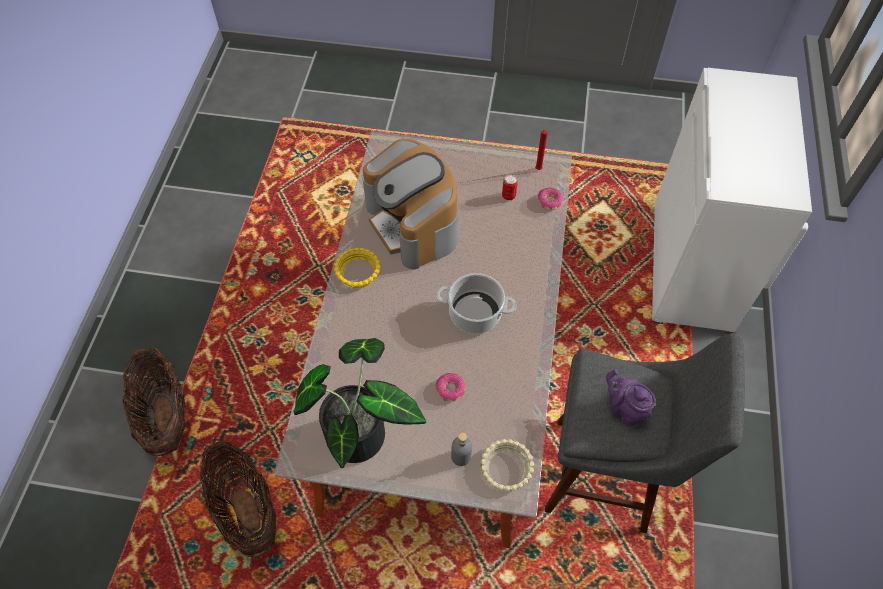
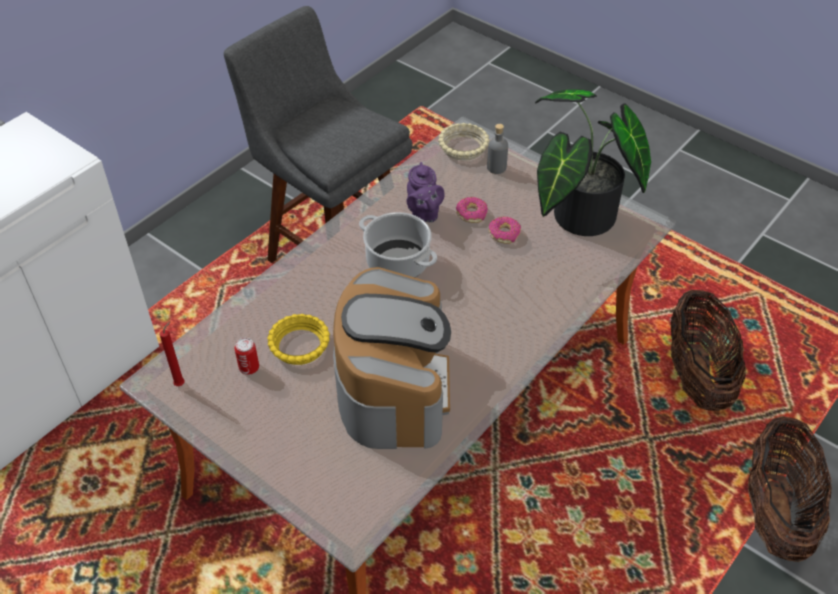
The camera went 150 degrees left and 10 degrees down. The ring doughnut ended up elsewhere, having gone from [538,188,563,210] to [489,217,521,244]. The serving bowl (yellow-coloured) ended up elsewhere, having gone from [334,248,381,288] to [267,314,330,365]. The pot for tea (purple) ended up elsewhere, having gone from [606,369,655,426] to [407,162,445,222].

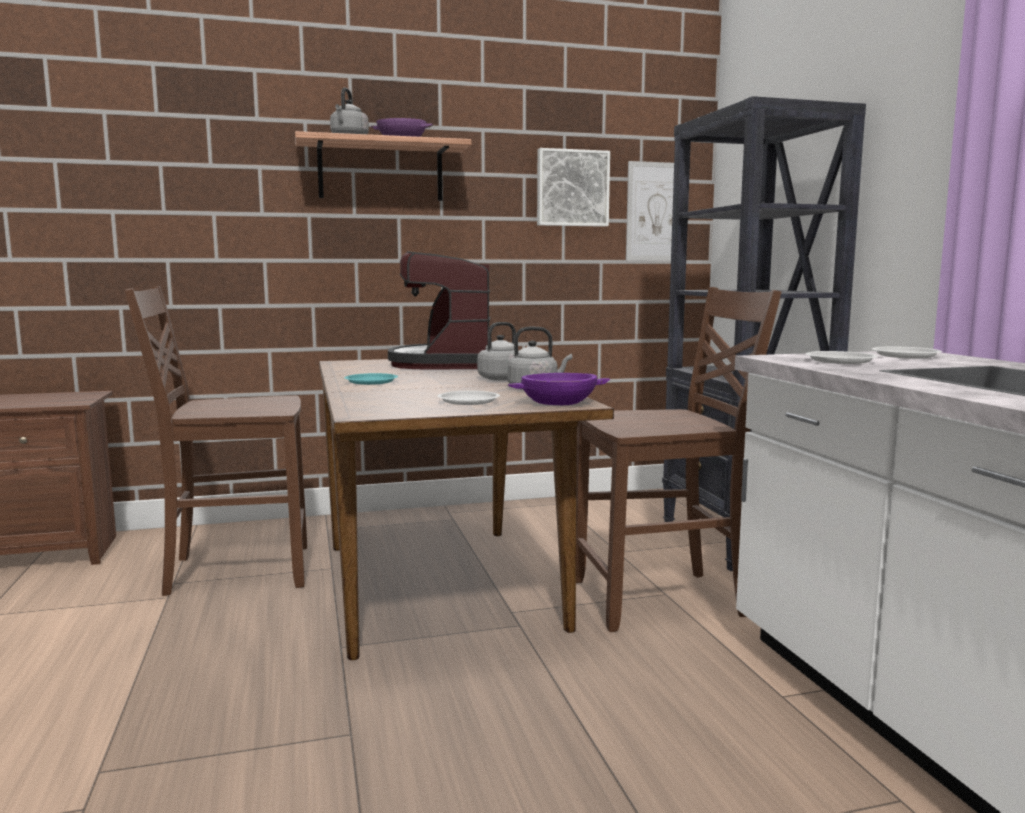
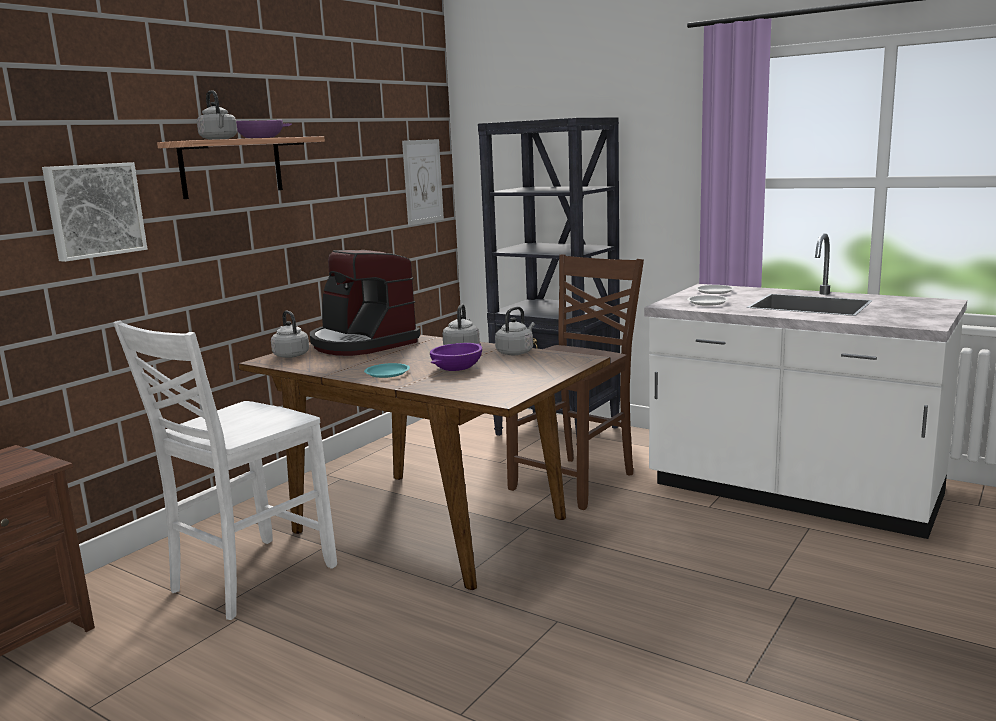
The camera went 40 degrees left and 5 degrees up. The wall art ended up elsewhere, having gone from [537,148,610,227] to [42,162,147,262]. What was the chair (brown-coloured) at [125,286,307,596] turned into the chair (white-coloured) at [113,320,337,620]. The serving bowl (purple) ended up elsewhere, having gone from [508,373,610,405] to [430,343,482,371]. The second view lost the dinner plate (white-coloured) at [438,391,500,405]. The second view gained the tea kettle (grey) at [271,311,309,358].

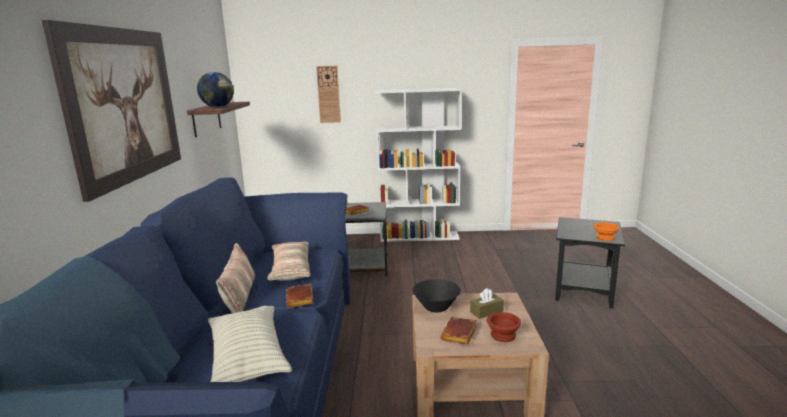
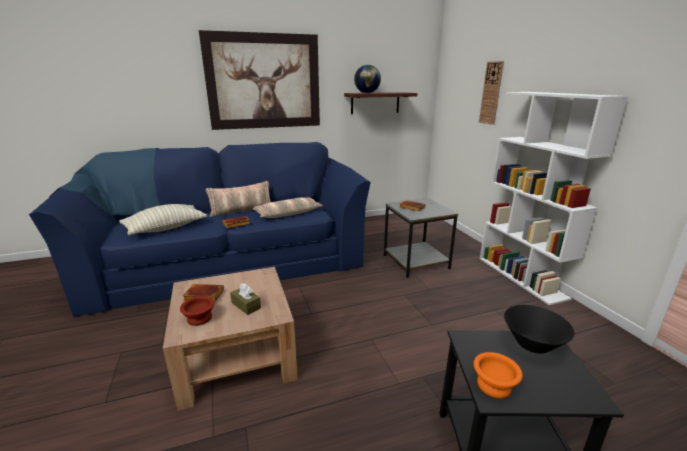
The camera went 70 degrees right and 5 degrees up. The serving bowl (blackish) ended up elsewhere, having gone from [412,279,461,313] to [504,305,575,354].

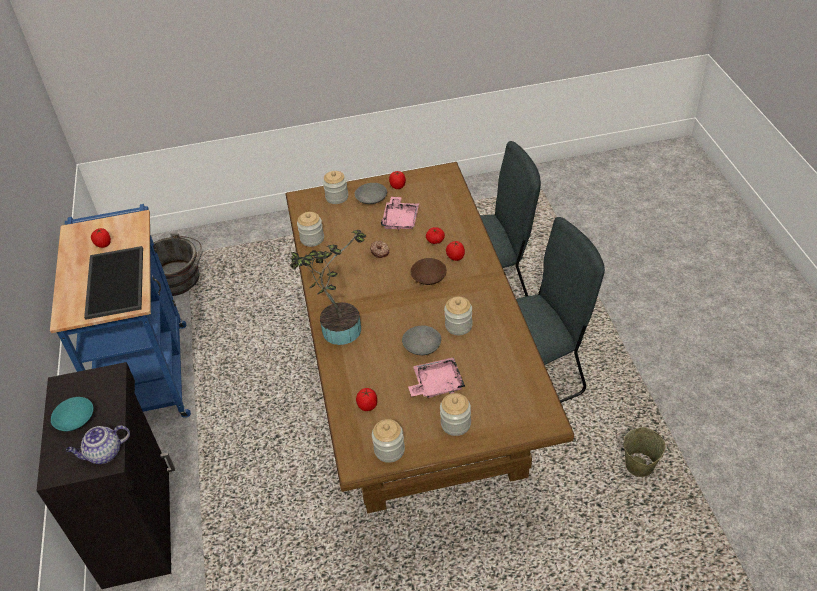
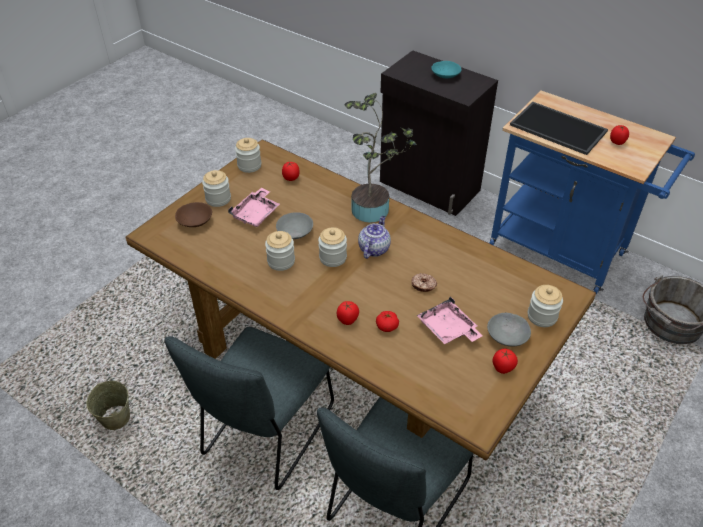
The camera went 135 degrees right and 0 degrees up. The jar ended up elsewhere, having gone from [297,212,324,247] to [318,227,347,267]. The serving bowl (brown-coloured) ended up elsewhere, having gone from [410,258,447,285] to [175,202,212,227]. The pot for tea ended up elsewhere, having gone from [66,425,130,464] to [358,216,391,259].

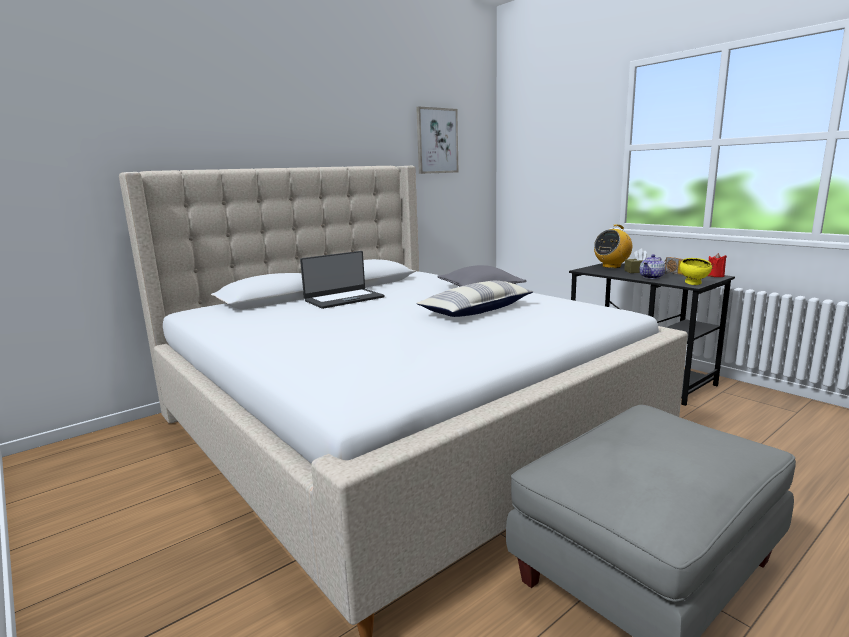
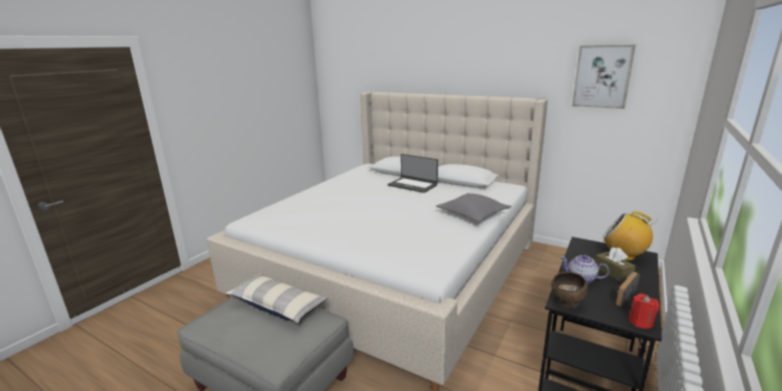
The camera went 70 degrees right and 5 degrees up. What was the serving bowl (yellow-coloured) at [680,258,712,285] turned into the serving bowl (brown-coloured) at [551,272,588,308]. The pillow ended up elsewhere, having gone from [416,281,533,317] to [225,273,328,323].

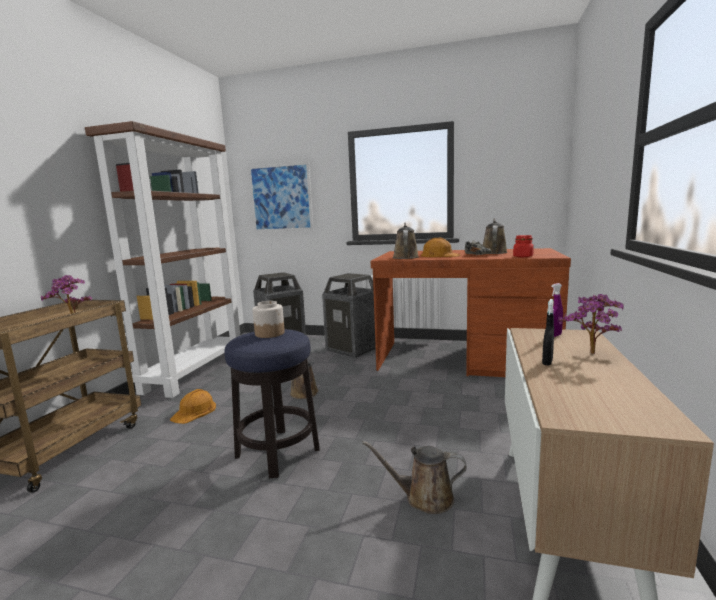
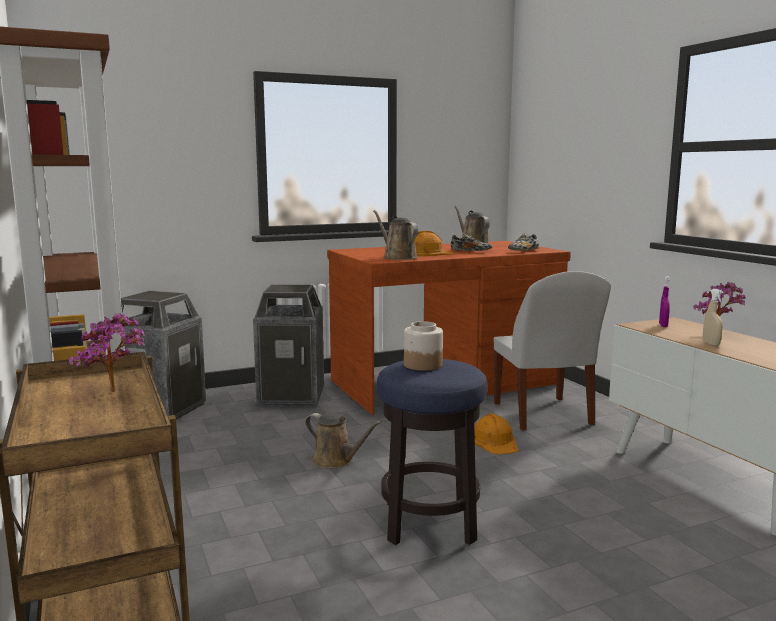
The camera went 40 degrees left and 0 degrees up. The second view lost the wall art at [248,162,313,232]. Where the jar (red) stood at [513,235,534,257], the low shoe came to stand at [508,233,539,252]. What was the sprayer (blackish) at [542,299,554,366] turned into the sprayer (sand-coloured) at [703,289,723,346]. The hard hat (orange-coloured) ended up elsewhere, having gone from [170,389,216,424] to [474,413,519,454]. The second view lost the sprinkling can (brown-coloured) at [362,441,467,514]. The second view gained the chair (white-coloured) at [494,271,611,431].

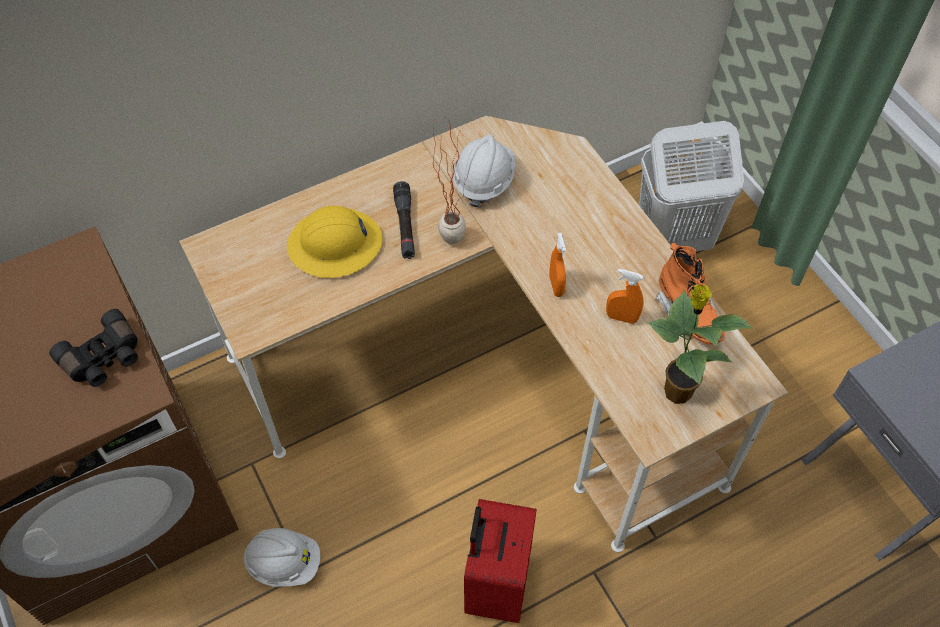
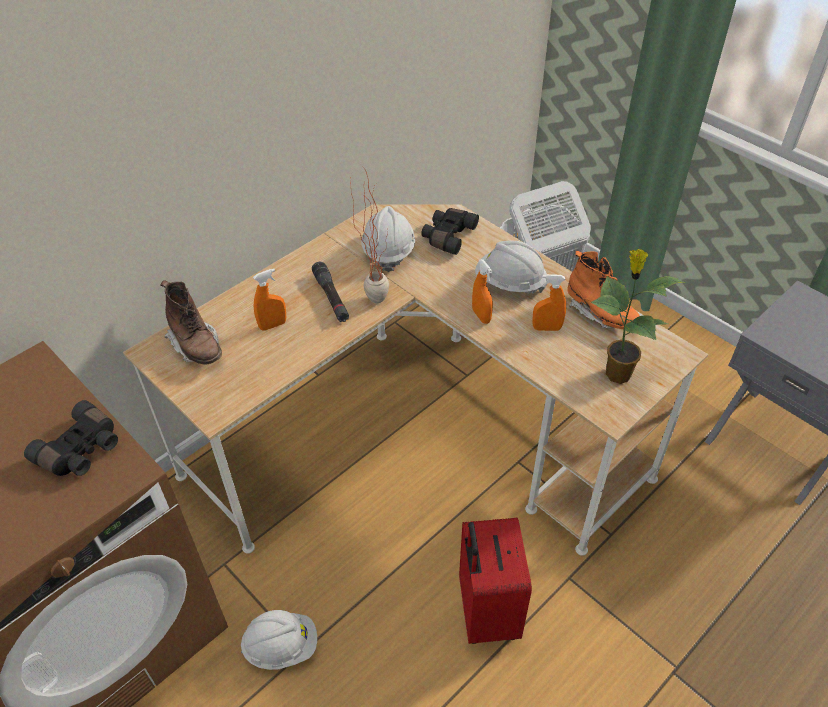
The camera went 15 degrees left and 10 degrees down. Where the hard hat (yellow-coloured) stood at [287,206,383,278], the sprayer (orange-coloured) came to stand at [253,269,286,331]. The second view gained the pair of binoculars (blackish) at [421,208,479,255]. The second view gained the hard hat (white-coloured) at [475,241,547,294]. The second view gained the boot (brown-coloured) at [161,280,222,365].

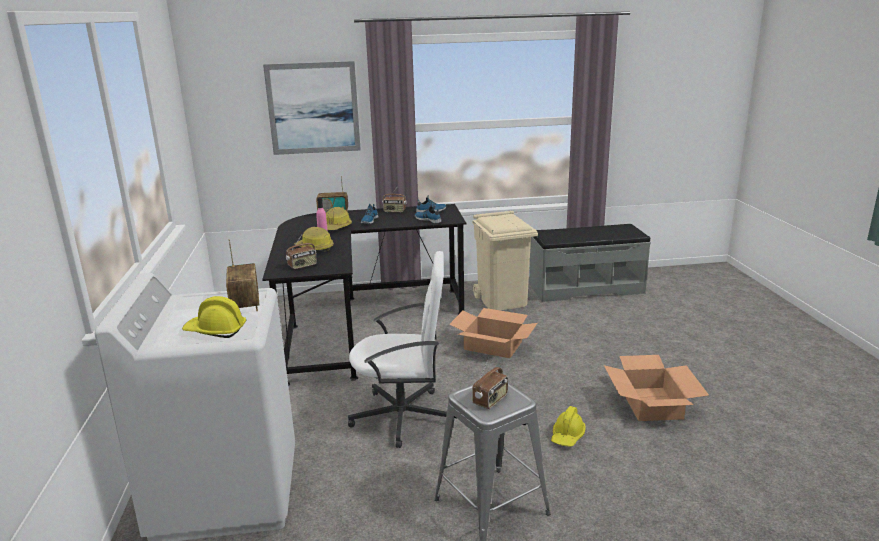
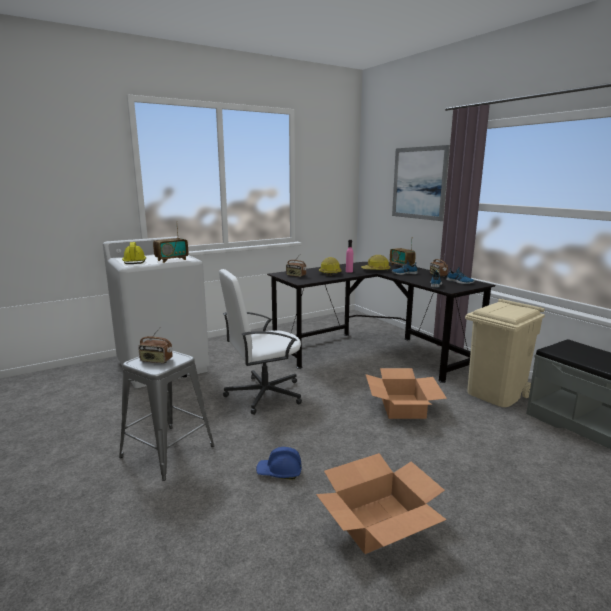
The camera went 65 degrees right and 5 degrees down. The office chair (white-coloured) at [348,251,447,448] ended up facing another way, 90 degrees clockwise from before. What was the hard hat (yellow-coloured) at [551,406,586,447] turned into the hard hat (bluish) at [256,447,302,480].

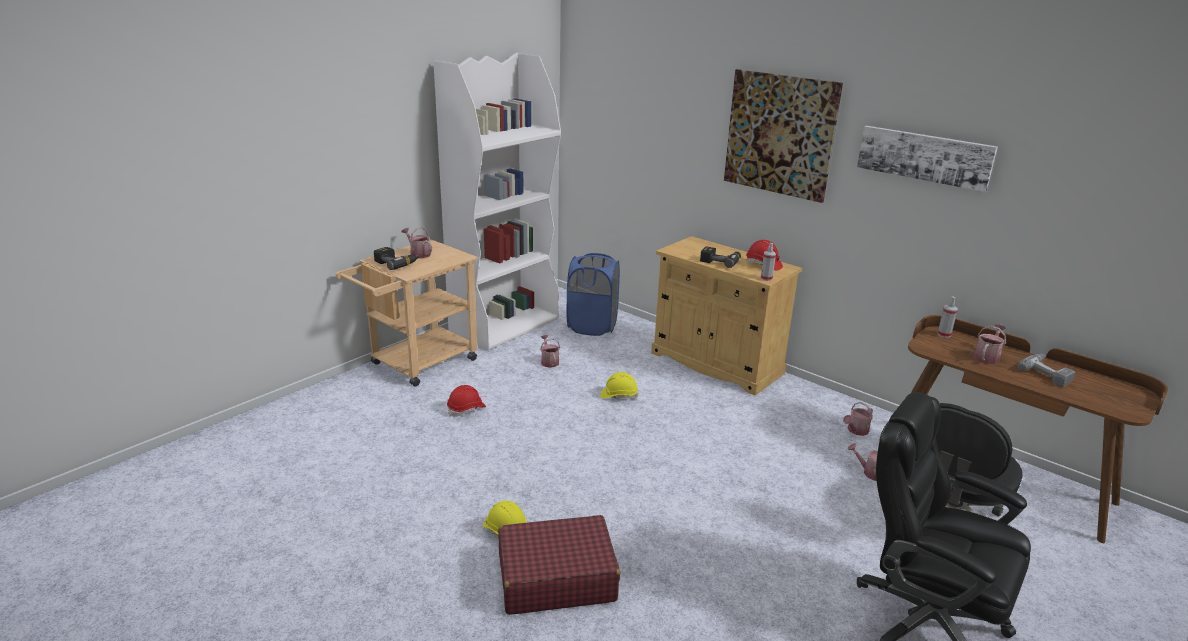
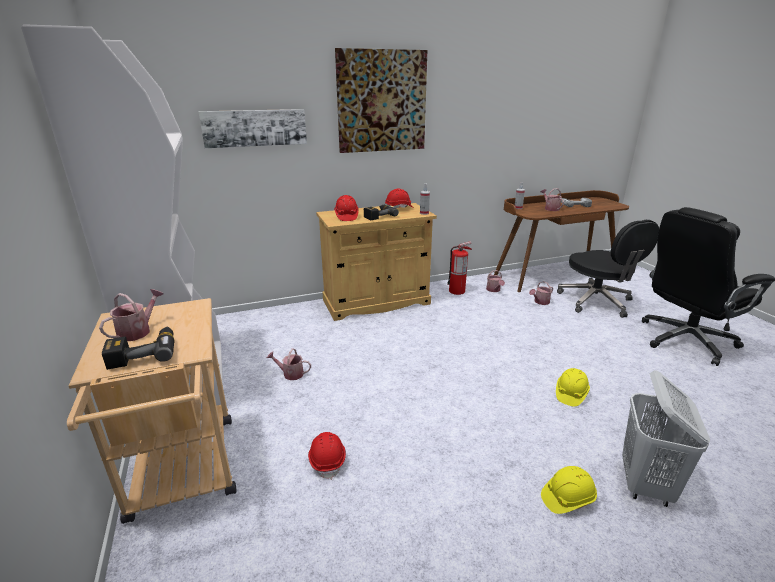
The camera went 60 degrees left and 0 degrees up. The wall art ended up elsewhere, having gone from [857,126,998,192] to [198,109,307,148]. The sprinkling can at [401,227,432,259] ended up facing another way, 135 degrees clockwise from before. The second view lost the laundry basket (bluish) at [566,253,620,336]. The hard hat (yellow-coloured) ended up elsewhere, having gone from [600,372,638,399] to [556,368,590,406]. Where the piece of luggage (red) stood at [498,515,620,615], the laundry basket (white-coloured) came to stand at [622,370,710,507]. The second view gained the hard hat (red) at [334,195,359,221]. The second view gained the extinguisher at [447,241,472,295].

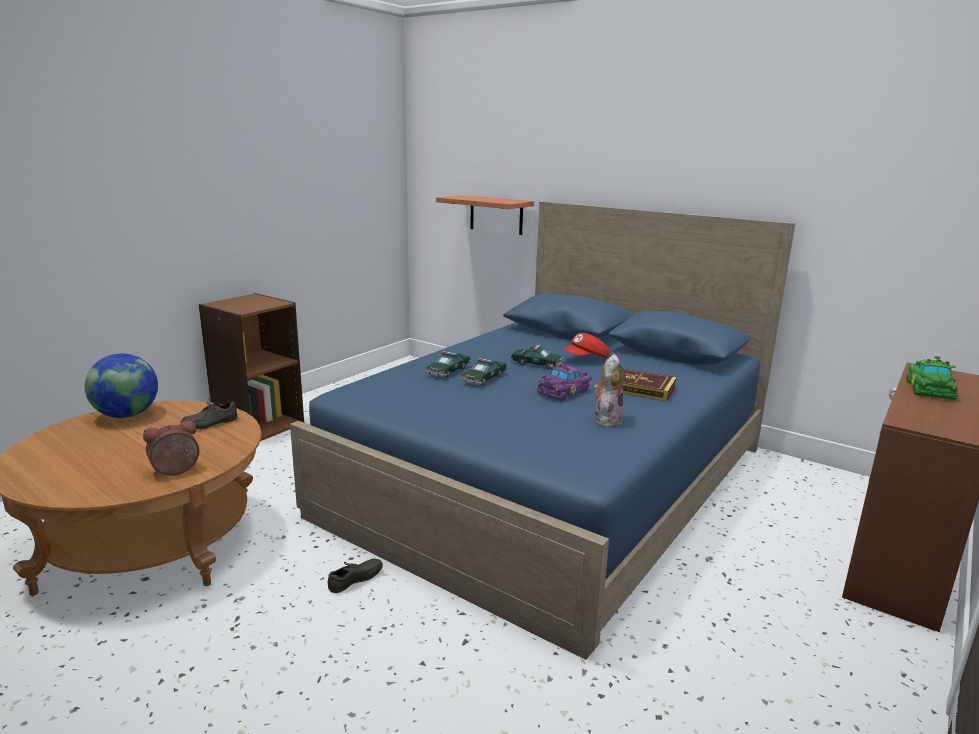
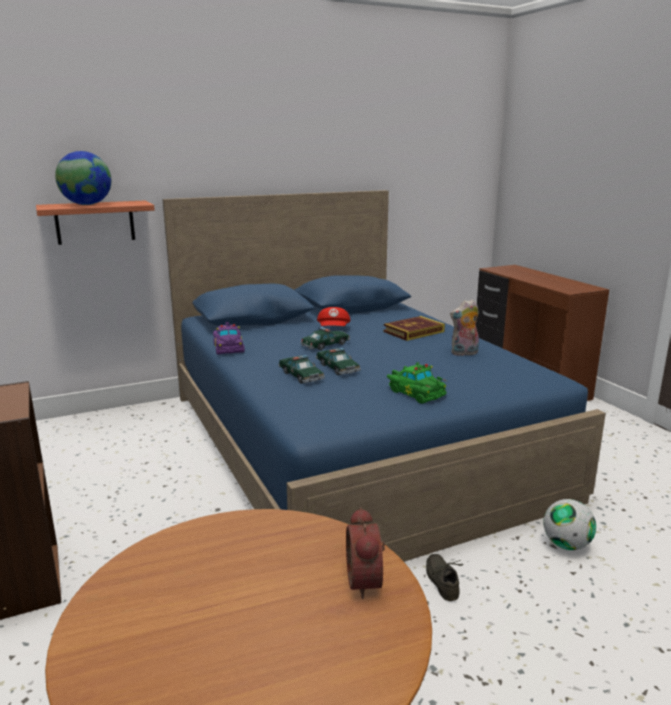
The camera went 60 degrees left and 0 degrees up. The desk globe ended up elsewhere, having gone from [85,354,158,418] to [55,151,111,205]. The plush toy at [593,354,623,427] ended up facing another way, 75 degrees counterclockwise from before. The miniature car (green-coloured) ended up elsewhere, having gone from [906,356,958,400] to [387,362,447,404]. The miniature car (purple) ended up elsewhere, having gone from [537,362,592,401] to [213,322,245,354]. The second view lost the low shoe (grey) at [180,393,237,429]. The second view gained the ball for football at [543,499,596,550].

